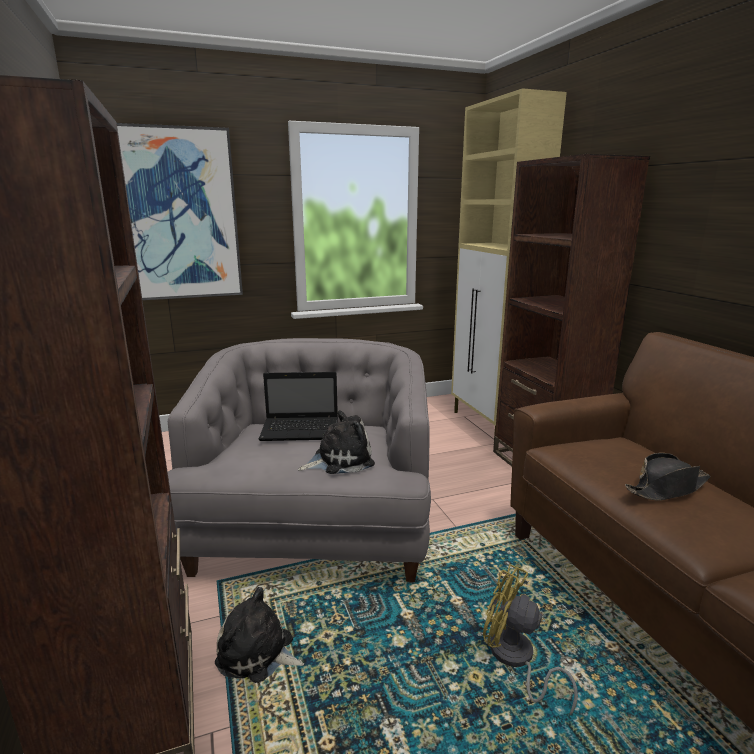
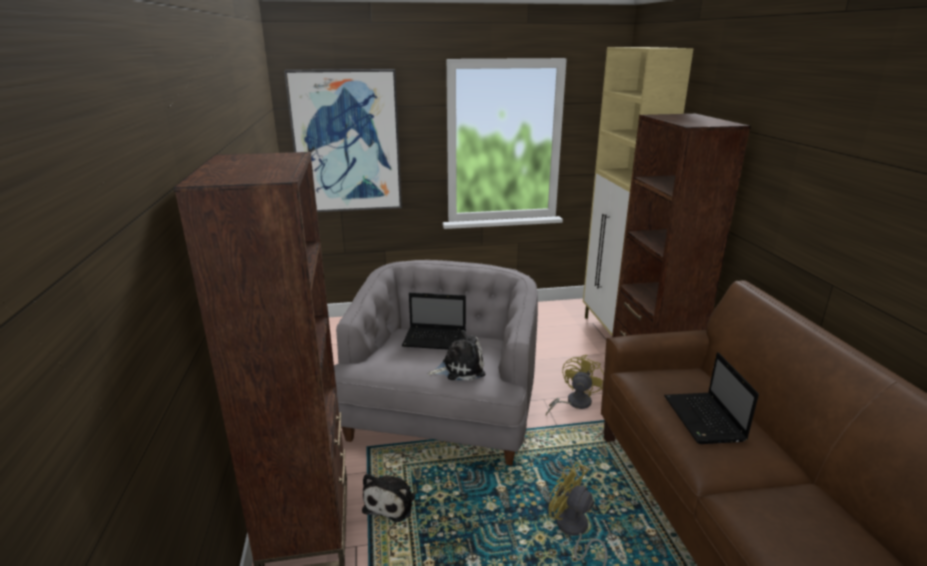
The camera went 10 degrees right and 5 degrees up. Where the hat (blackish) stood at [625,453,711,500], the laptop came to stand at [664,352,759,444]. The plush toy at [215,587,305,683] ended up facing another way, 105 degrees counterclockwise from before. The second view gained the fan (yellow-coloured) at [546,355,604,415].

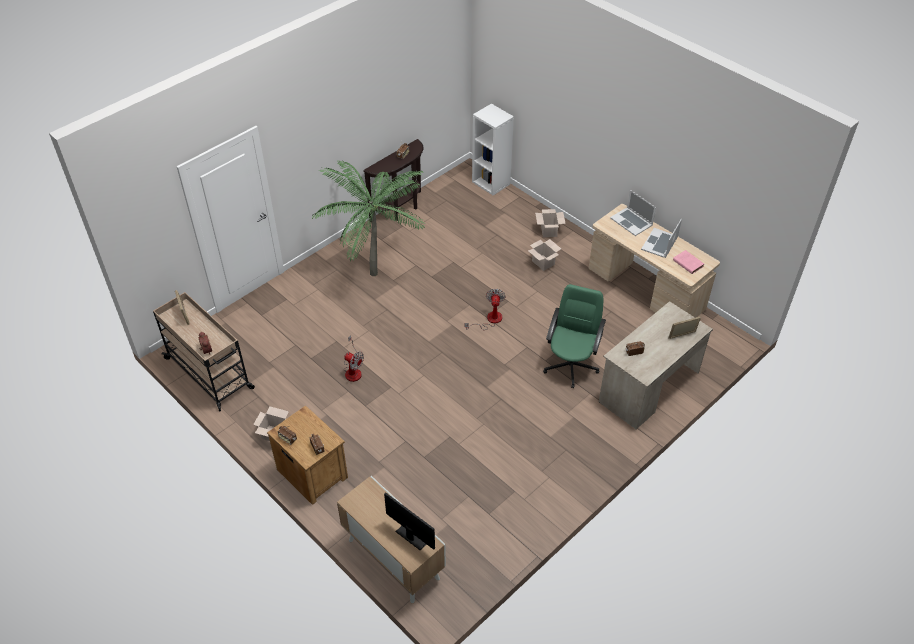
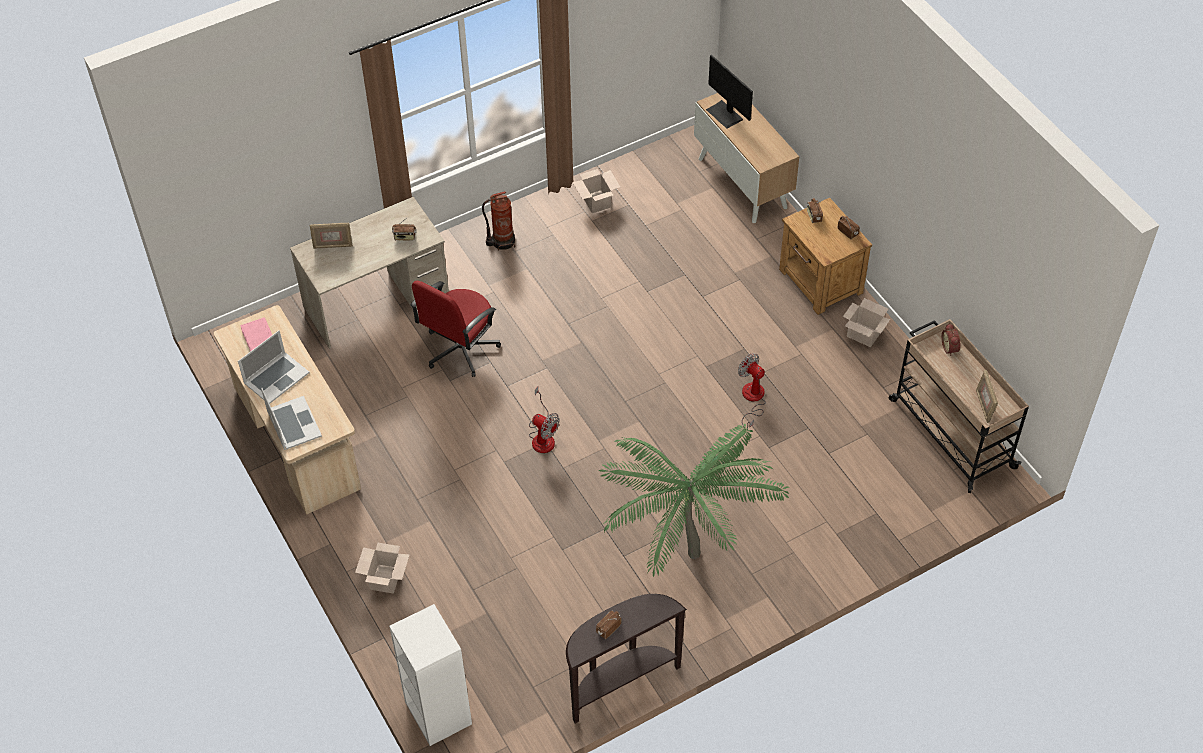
The camera went 165 degrees left and 5 degrees up. The cardboard box ended up elsewhere, having gone from [528,239,561,271] to [573,169,620,213]. What was the office chair (green-coloured) at [543,284,606,388] turned into the office chair (red) at [410,280,501,377]. The fan at [464,289,505,330] ended up facing another way, 75 degrees counterclockwise from before. The second view gained the extinguisher at [482,191,515,251].

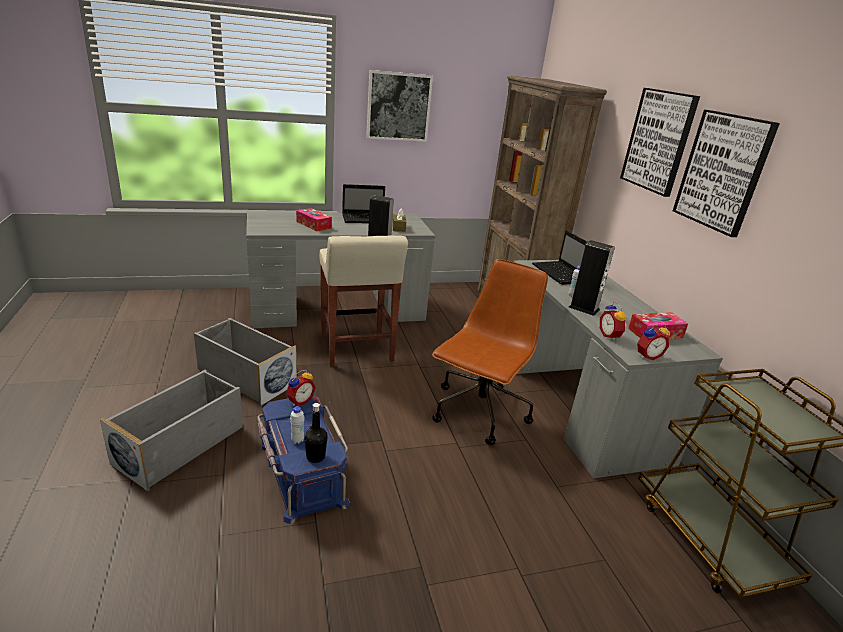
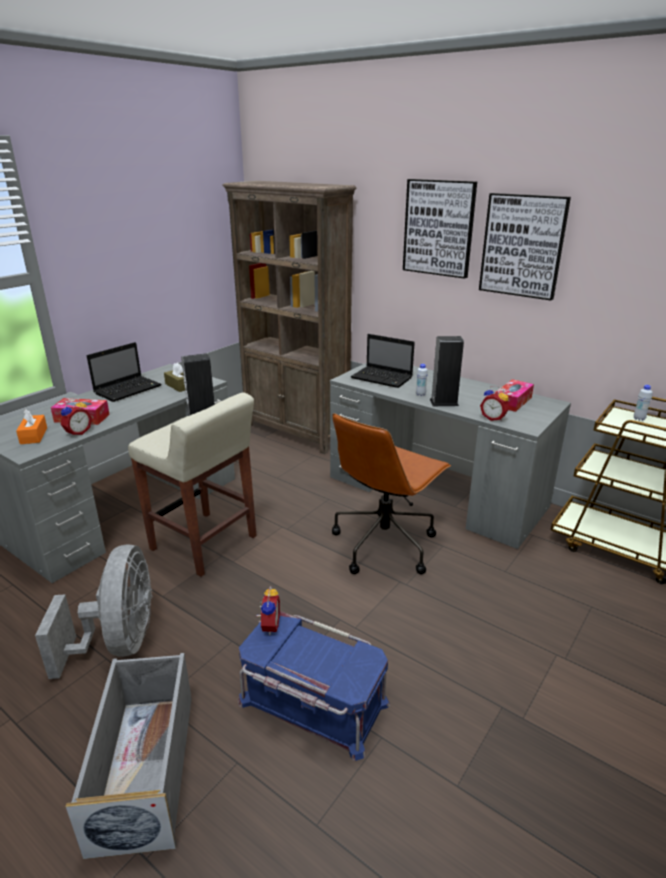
The camera went 35 degrees left and 0 degrees up. The second view lost the wall art at [366,70,433,142]. The office chair (brown-coloured) at [432,259,548,445] ended up facing another way, 135 degrees counterclockwise from before. Where the storage container (grey) stood at [194,318,297,406], the fan (grey) came to stand at [35,544,152,679]. The table clock ended up elsewhere, having gone from [637,323,670,360] to [60,399,92,437]. The second view lost the drink bottle (blackish) at [304,403,328,463]. The drink bottle (white-coloured) ended up elsewhere, having gone from [290,406,305,444] to [634,385,653,421]. The second view gained the tissue holder (orange-coloured) at [16,409,47,444].

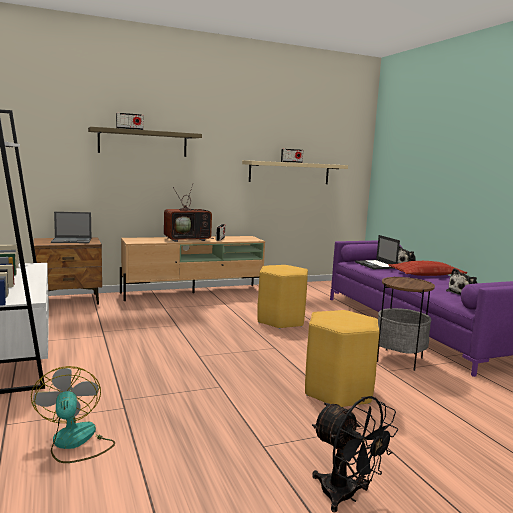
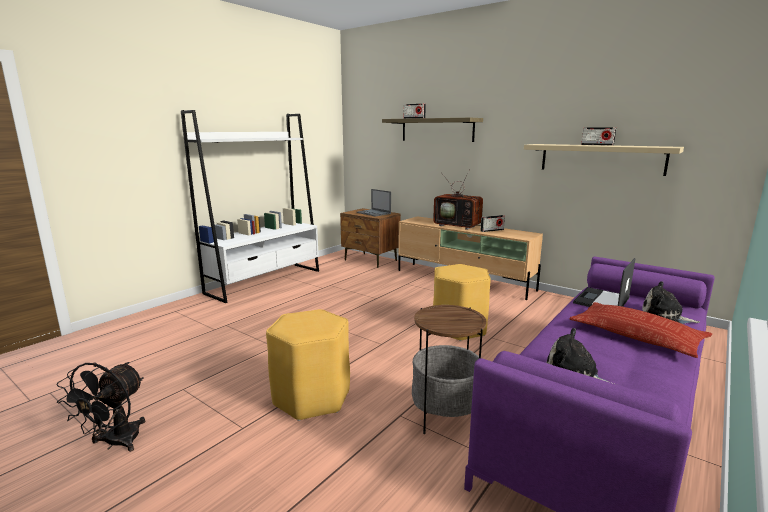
The camera went 60 degrees right and 5 degrees up. The second view lost the fan at [31,366,115,463].

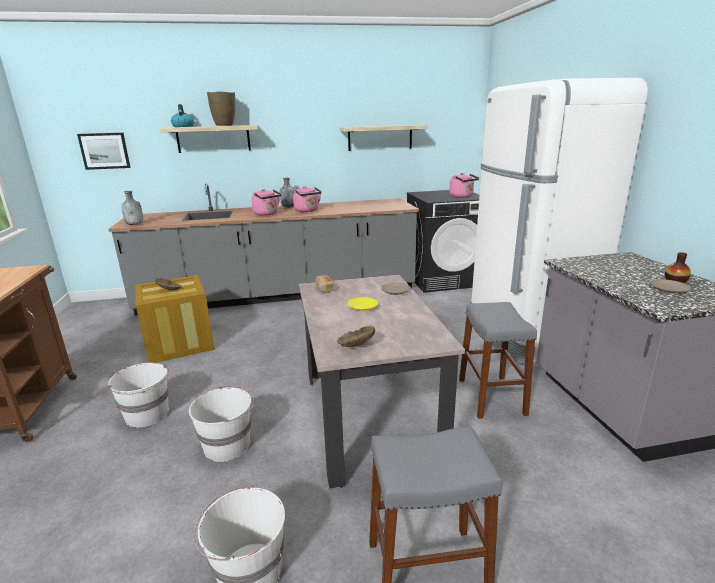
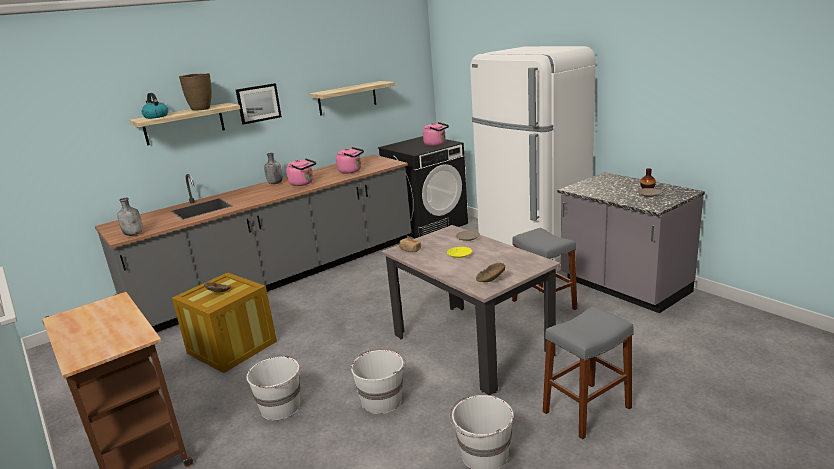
The camera went 25 degrees left and 0 degrees up. The wall art ended up elsewhere, having gone from [77,133,131,170] to [236,83,282,125]. The tea kettle (pink-coloured) ended up elsewhere, having gone from [251,189,281,216] to [336,147,364,174].

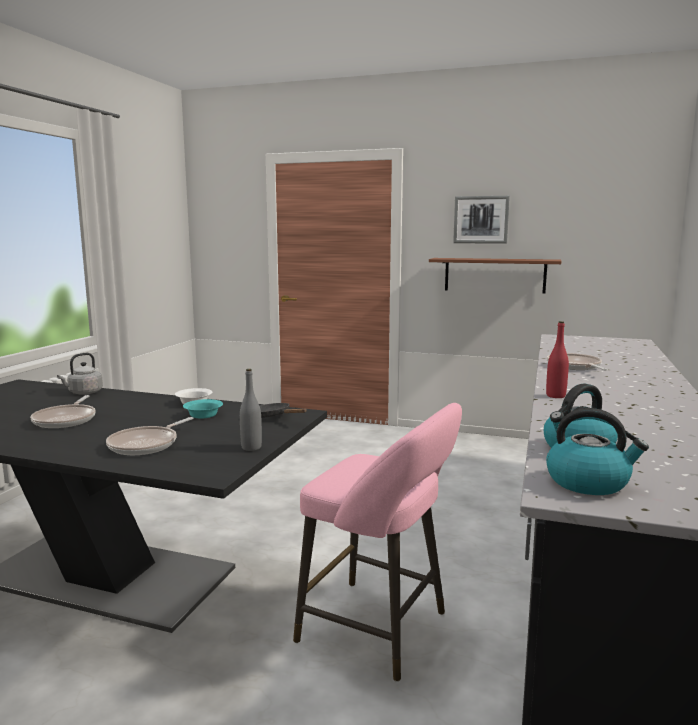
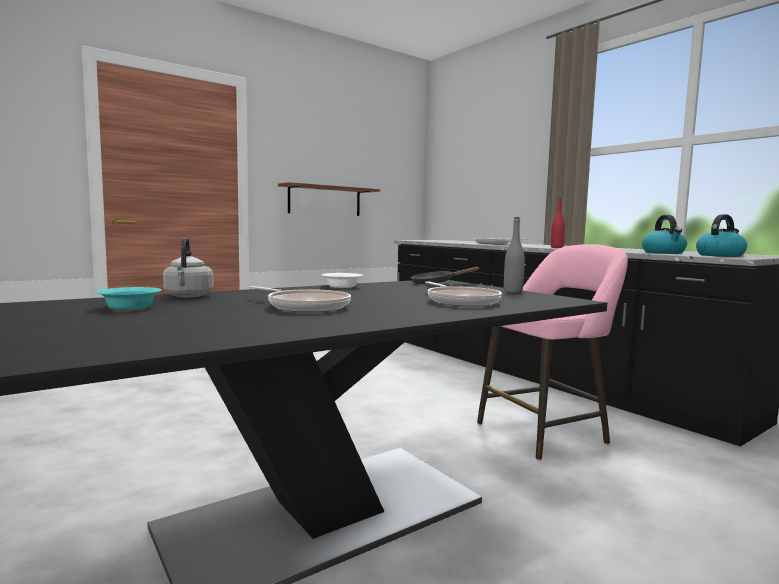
The camera went 55 degrees left and 5 degrees down. The second view lost the wall art at [453,196,510,244]. The serving bowl (blue-green) ended up elsewhere, having gone from [183,399,223,418] to [96,287,161,310].

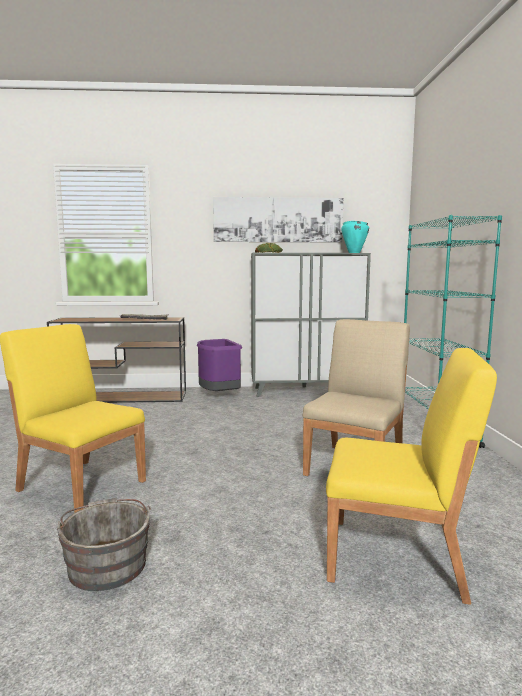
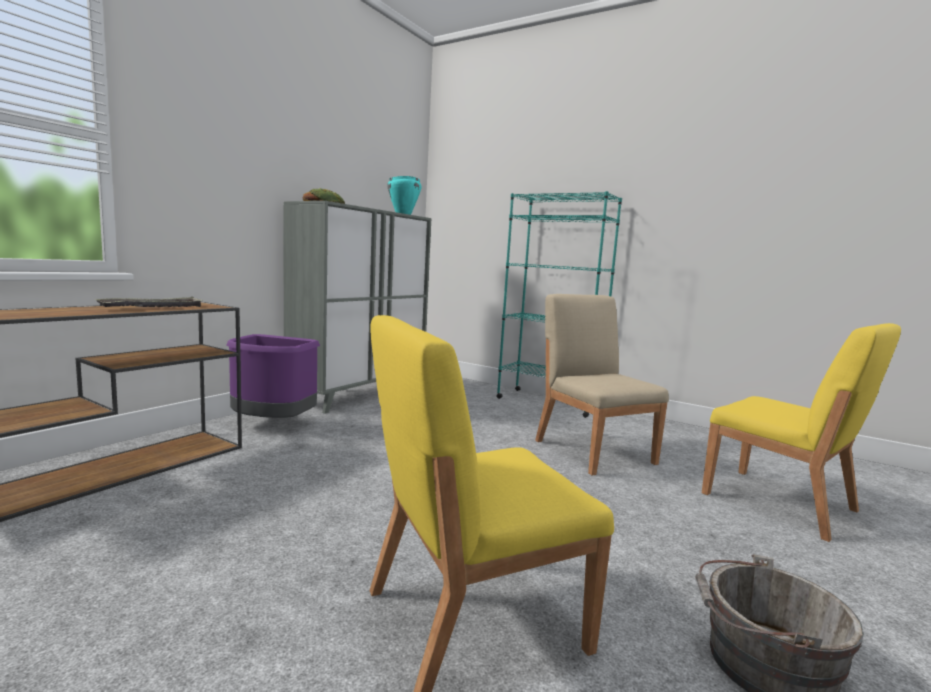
The camera went 55 degrees left and 0 degrees up. The second view lost the wall art at [213,197,343,243]. The chair (yellow-coloured) at [326,348,497,605] ended up facing another way, 90 degrees clockwise from before.

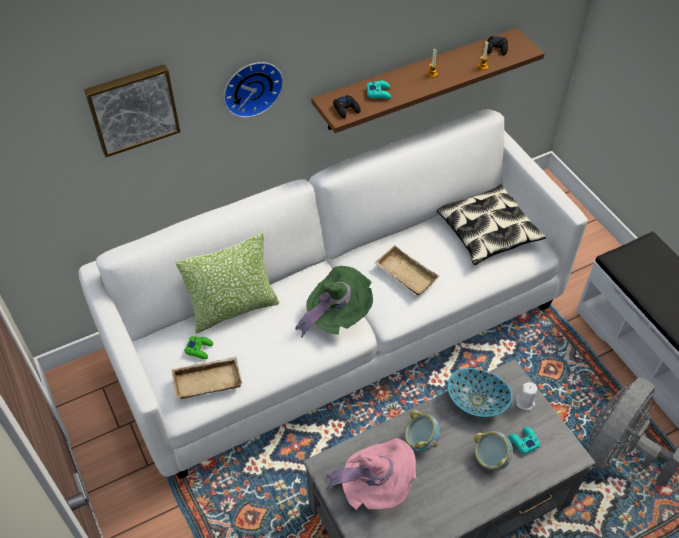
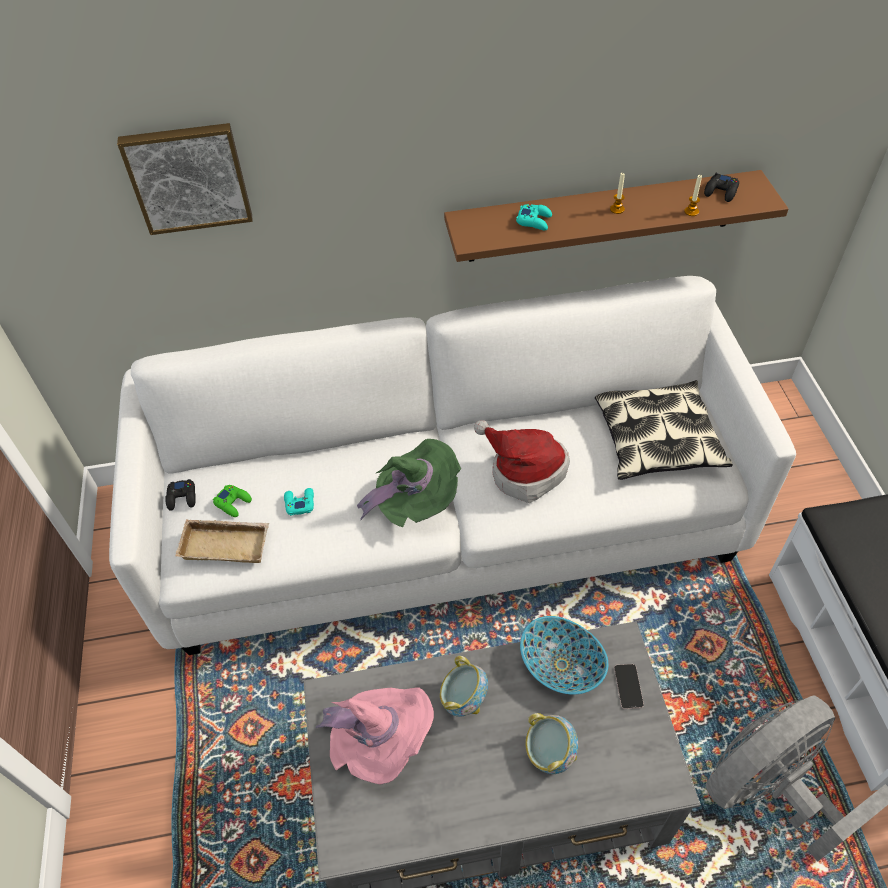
The camera went 20 degrees right and 0 degrees up. The second view lost the clock on the wall at [223,62,284,118]. The game controller (blackish) ended up elsewhere, having gone from [333,95,361,118] to [165,479,196,511]. The second view lost the pillow at [175,233,279,334]. Where the carrying tray (sand-coloured) stood at [374,245,439,295], the hat came to stand at [474,420,570,503]. Where the candle (white-coloured) stood at [516,382,537,410], the phone came to stand at [614,664,644,709]. The game controller (blue-green) ended up elsewhere, having gone from [509,427,540,454] to [284,488,314,516].

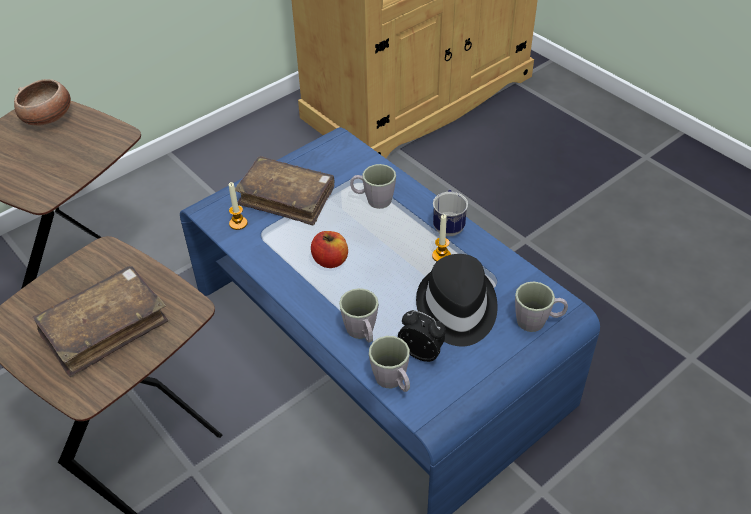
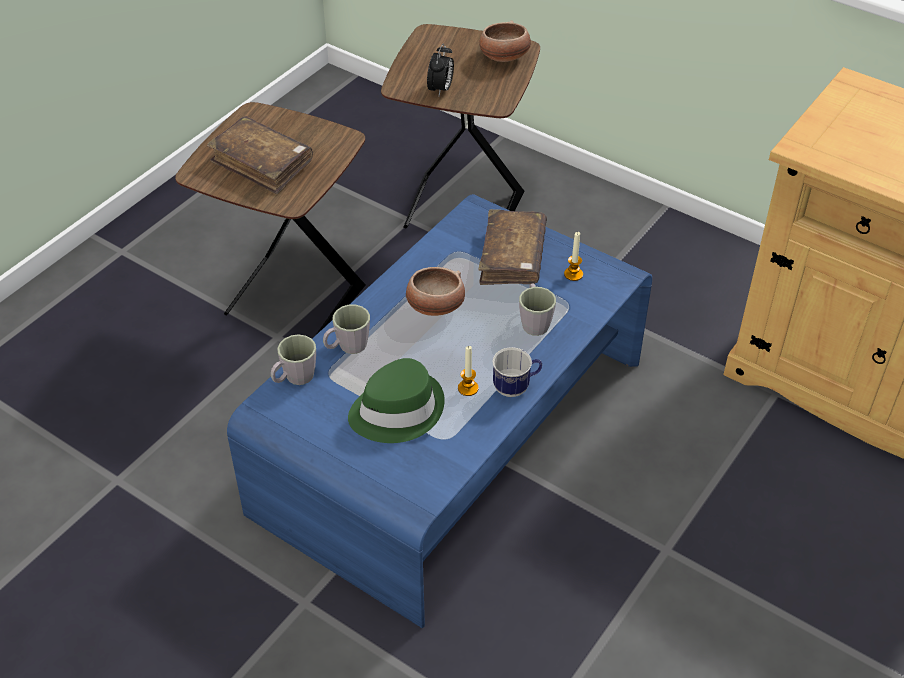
The camera went 75 degrees right and 0 degrees up. The candle ended up elsewhere, having gone from [229,182,248,230] to [564,232,583,281]. Where the apple stood at [311,231,348,268], the serving bowl came to stand at [406,267,465,316]. What was the hat (blackish) at [416,254,498,347] turned into the hat (green-coloured) at [348,358,445,443]. The second view lost the tea mug (grey) at [515,282,568,332]. The table clock ended up elsewhere, having gone from [398,310,446,362] to [427,43,454,96].

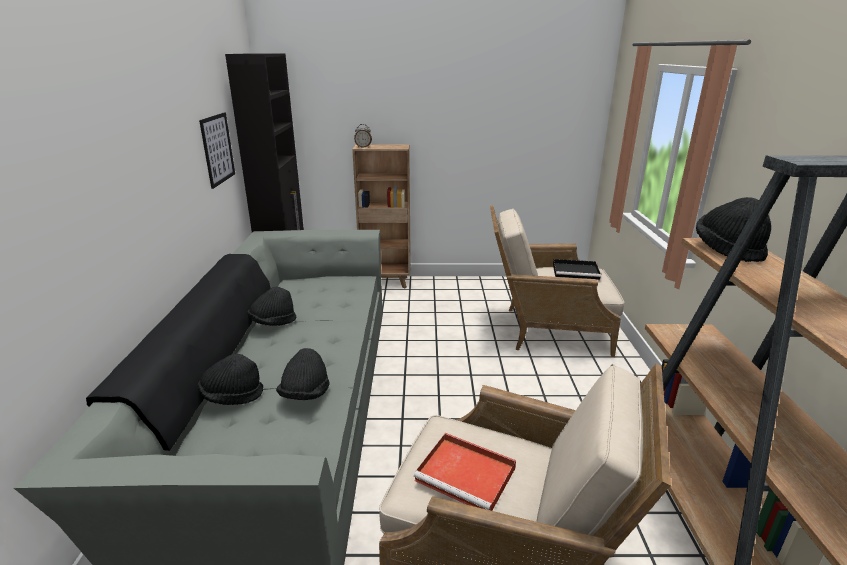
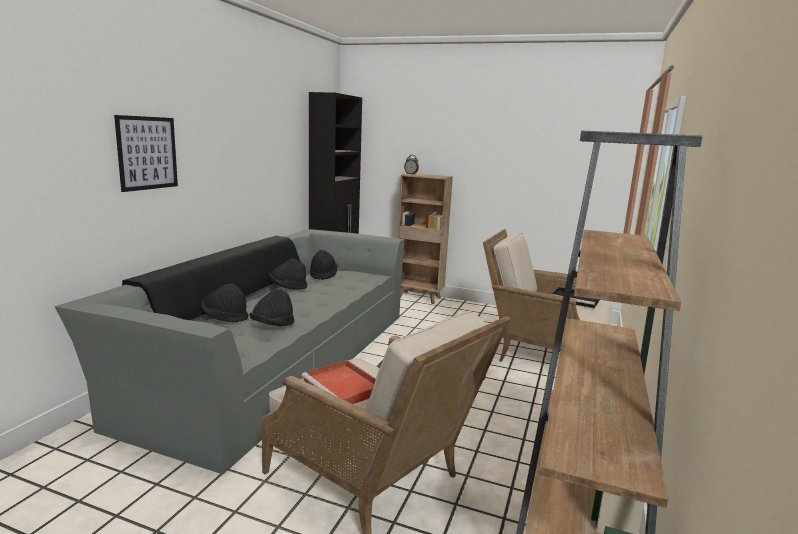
The camera went 20 degrees right and 10 degrees down. The wall art ended up elsewhere, having gone from [199,112,235,189] to [114,115,178,192]. The hat (blackish) ended up elsewhere, having gone from [696,197,771,262] to [310,250,338,280].

